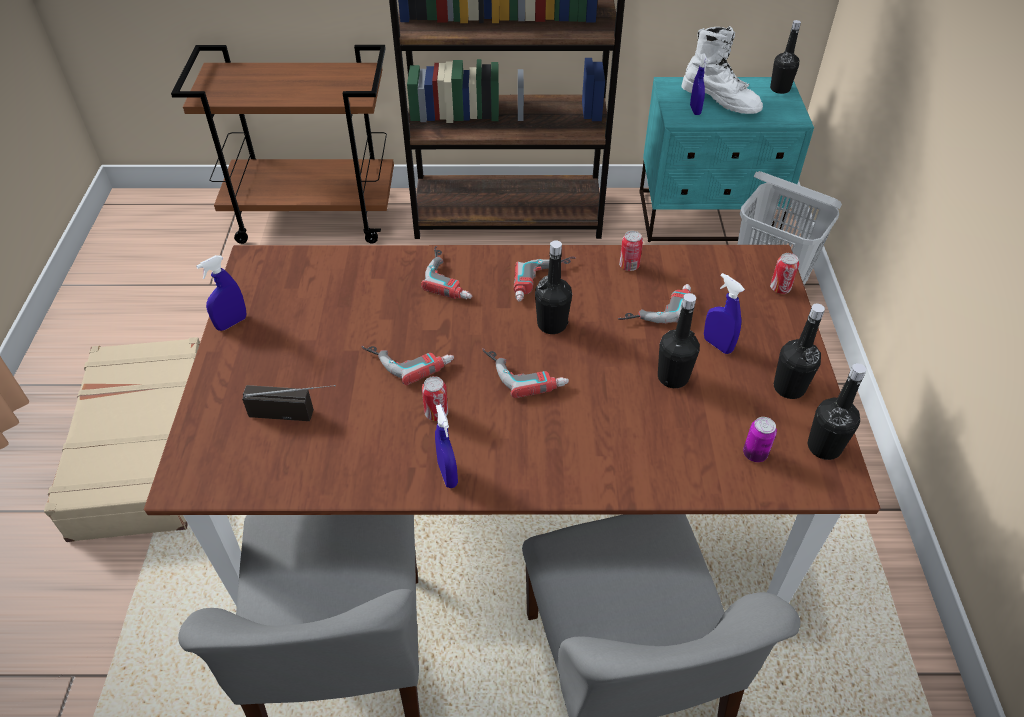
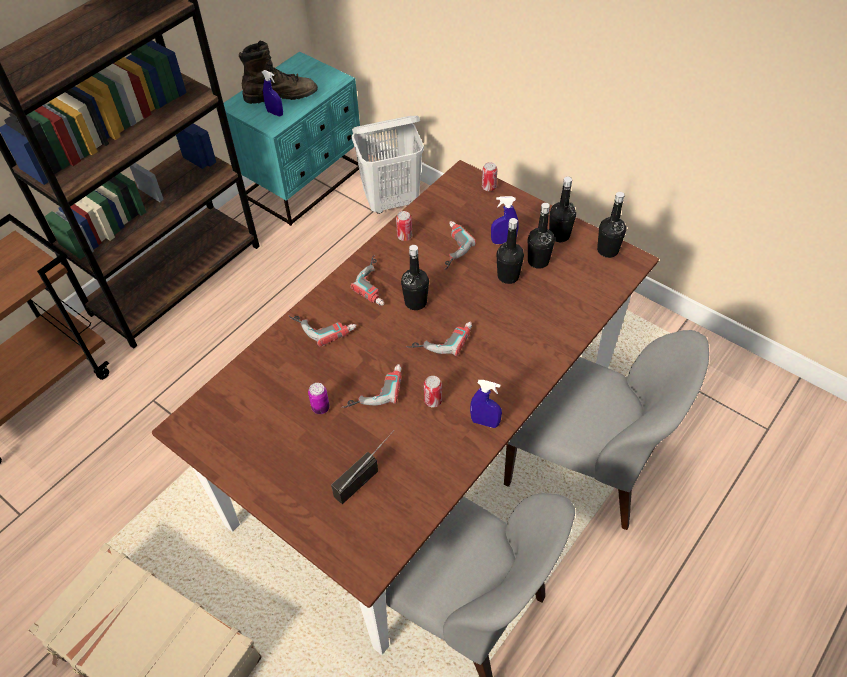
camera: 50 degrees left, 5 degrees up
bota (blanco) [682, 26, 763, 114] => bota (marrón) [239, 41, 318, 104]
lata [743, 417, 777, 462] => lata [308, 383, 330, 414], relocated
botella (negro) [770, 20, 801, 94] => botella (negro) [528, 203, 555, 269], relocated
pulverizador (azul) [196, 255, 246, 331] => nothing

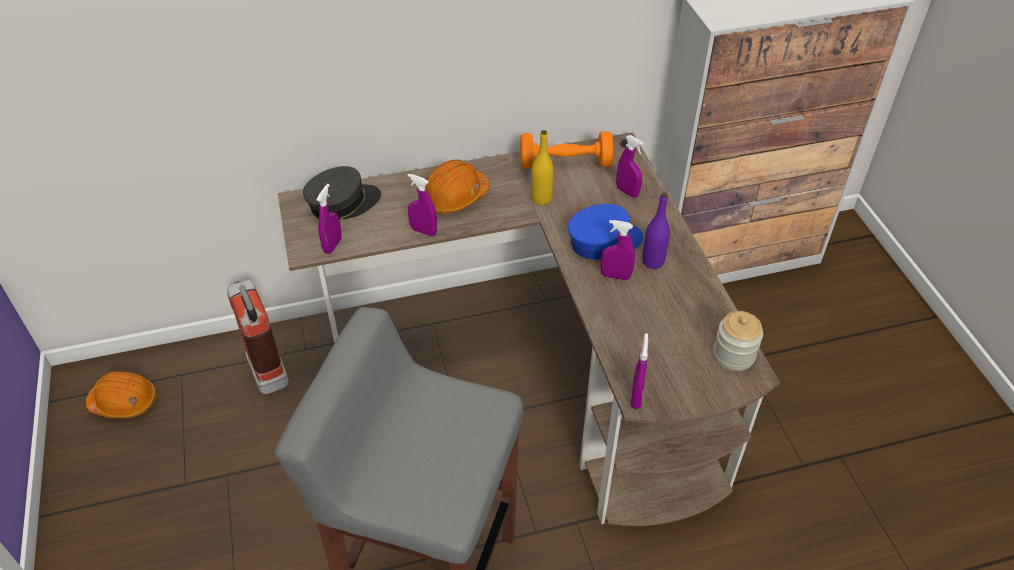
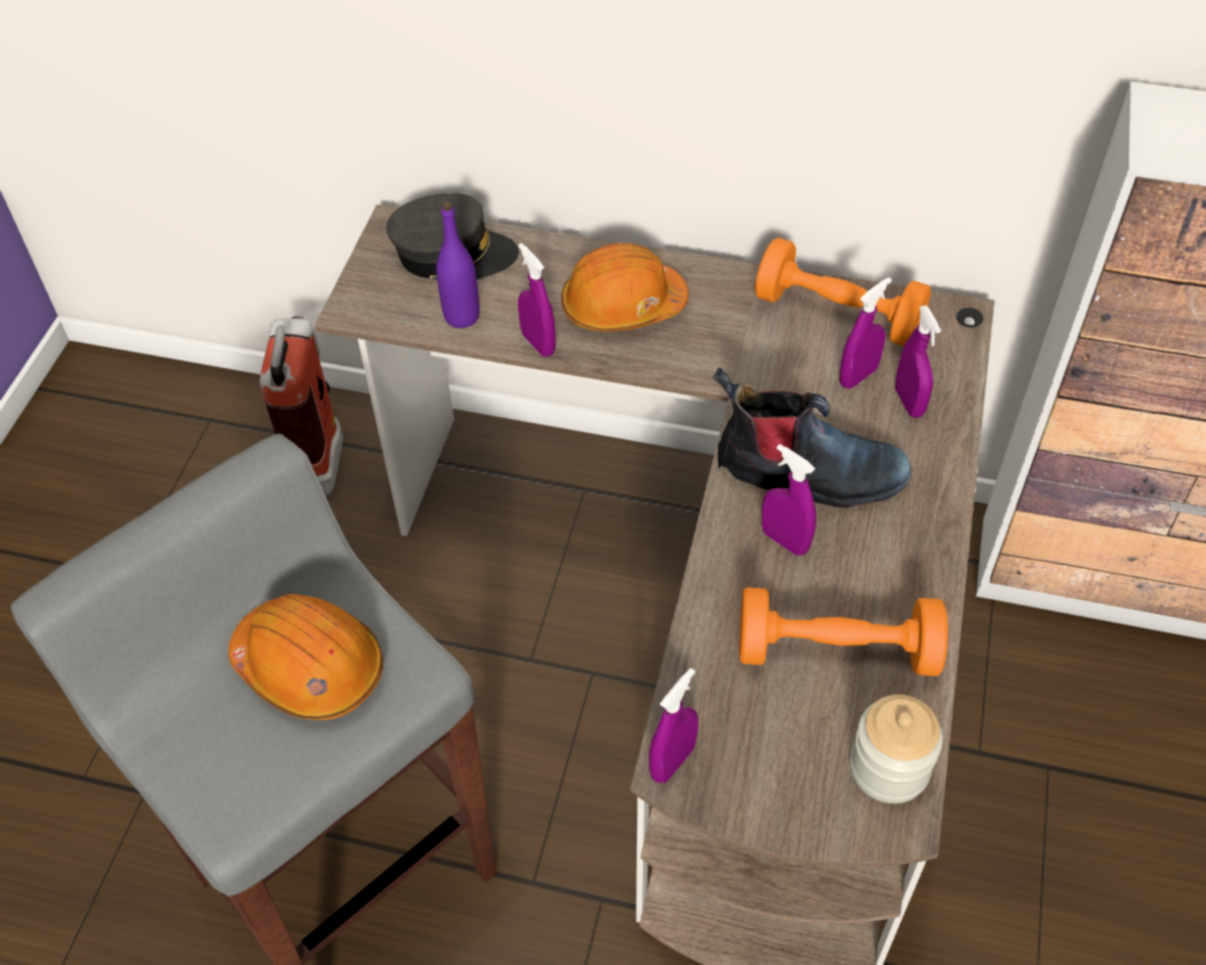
camera: 30 degrees right, 5 degrees up
casco (naranja) [86, 372, 156, 419] => casco (naranja) [229, 594, 383, 720], relocated
botella (morado) [642, 192, 670, 269] => botella (morado) [436, 202, 480, 328], relocated
gorra (azul) [568, 204, 644, 260] => bota [713, 367, 912, 508]
nothing => mancuerna (naranja) [739, 587, 948, 676]
pulverizador (morado) [316, 184, 342, 254] => pulverizador (morado) [839, 277, 891, 389], relocated
botella (amarillo) [531, 130, 554, 205] => nothing

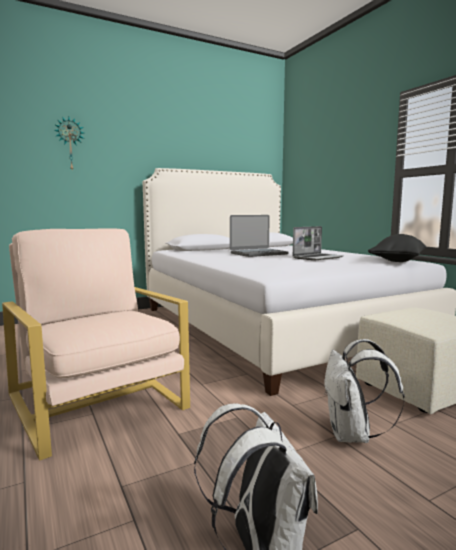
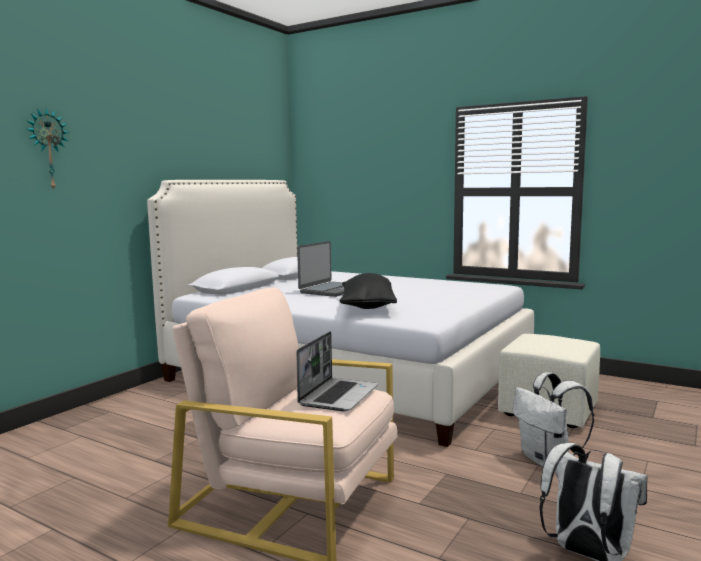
camera: 30 degrees left, 0 degrees up
portátil [293, 226, 343, 261] => portátil [296, 331, 378, 411], relocated
cojín (negro) [368, 234, 426, 262] => cojín (negro) [340, 273, 397, 309], relocated

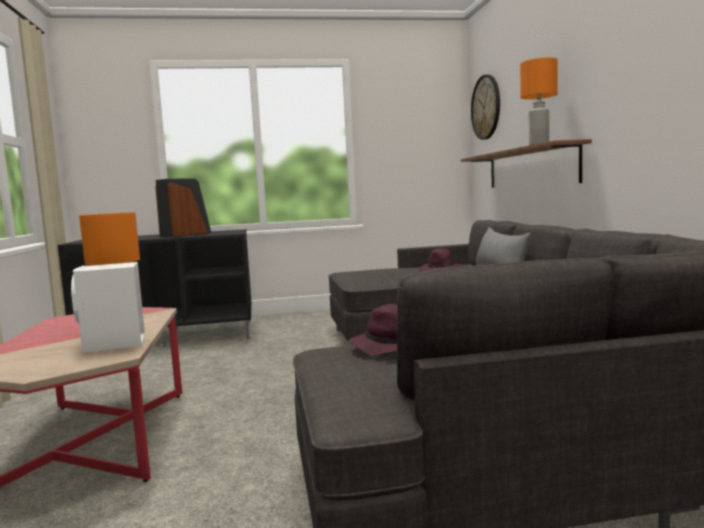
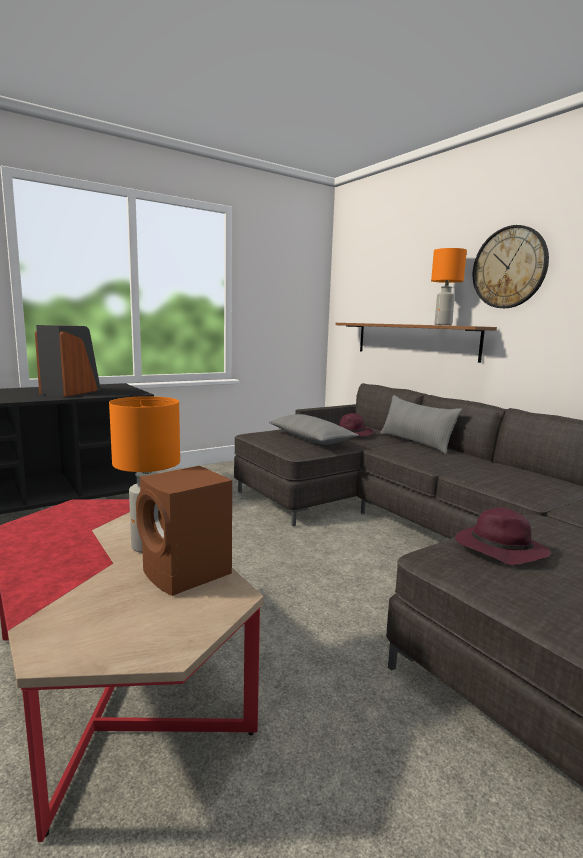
camera: 25 degrees left, 5 degrees up
altavoz (blanco) [71, 262, 145, 353] => altavoz (marrón) [136, 466, 232, 596]
nothing => cojín (gris) [269, 414, 359, 445]
reloj de pared [471, 75, 500, 140] => reloj de pared [473, 225, 549, 308], relocated

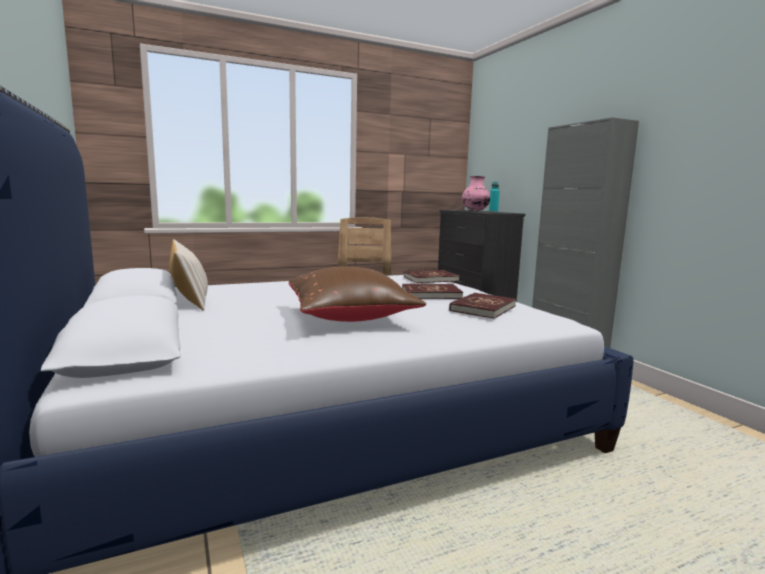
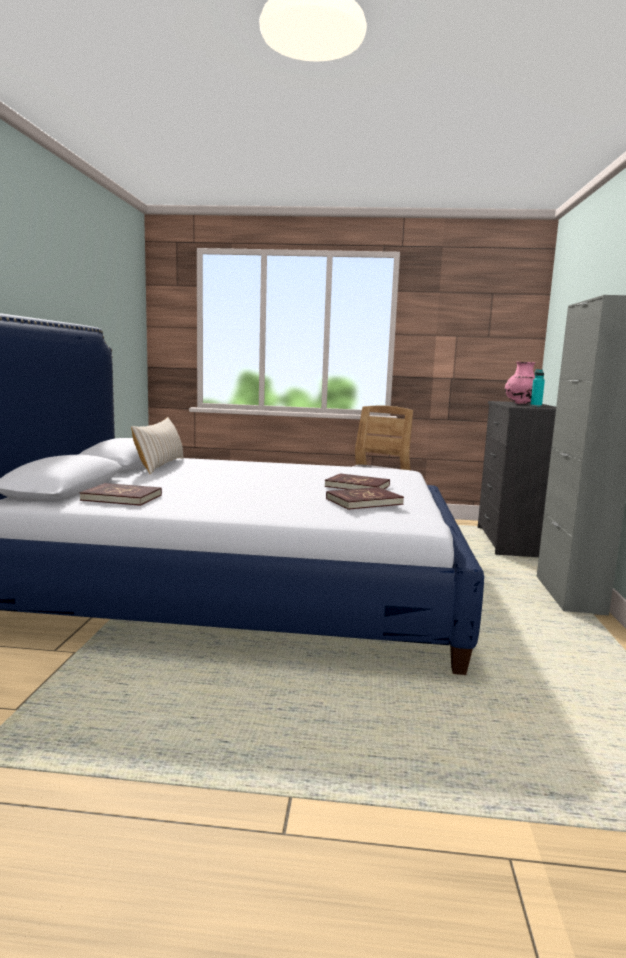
camera: 30 degrees right, 0 degrees up
libro (rojo) [404, 270, 460, 283] => libro (rojo) [79, 483, 162, 506], relocated
cojín (marrón) [289, 266, 426, 322] => nothing

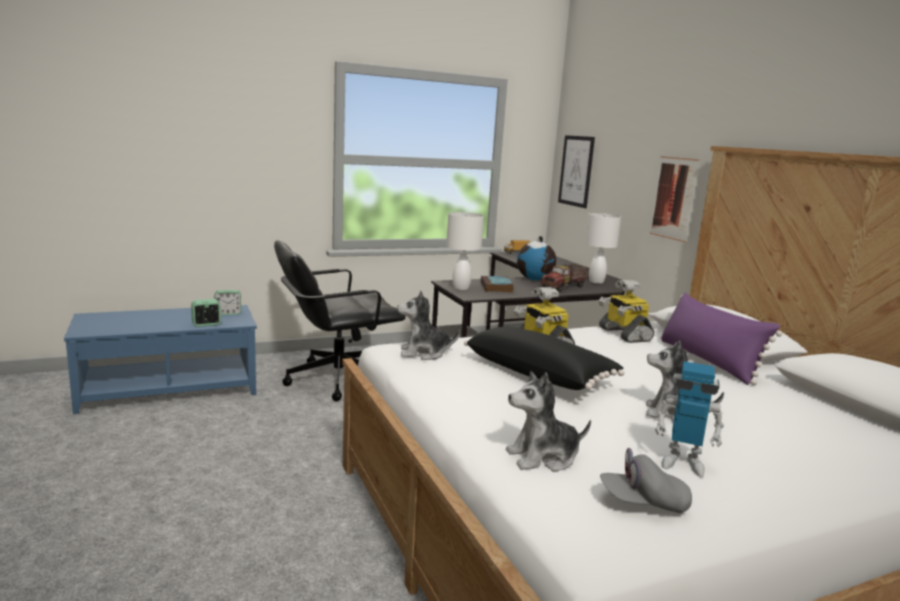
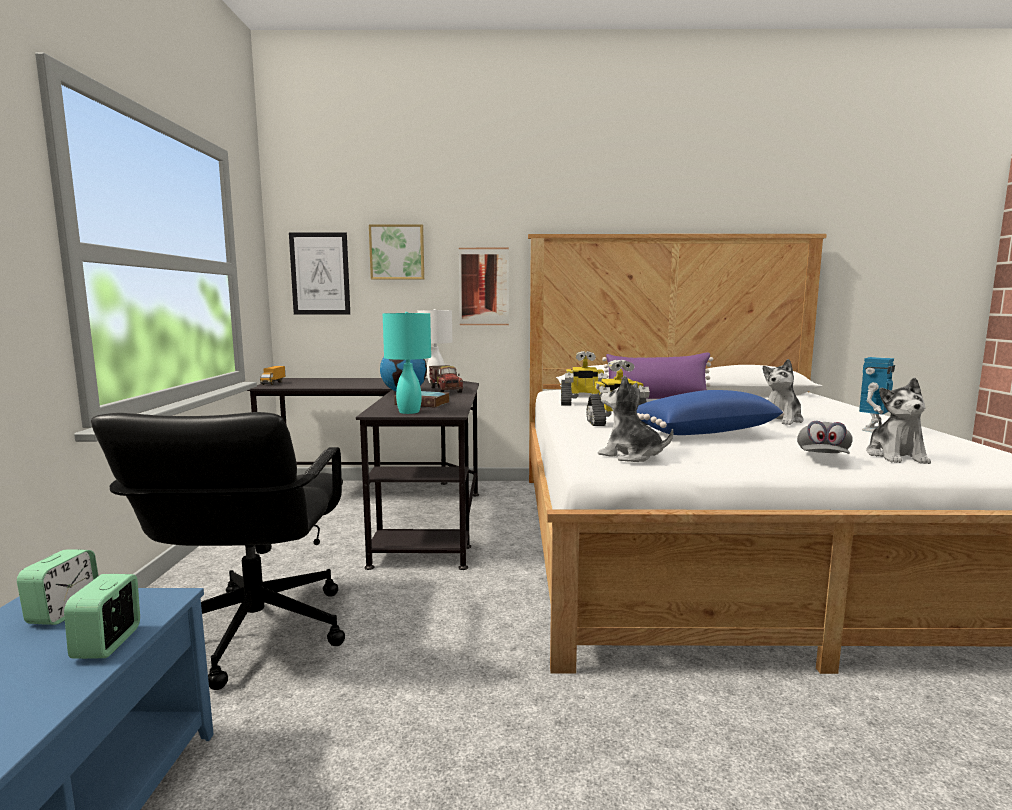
camera: 65 degrees left, 5 degrees down
nothing => cuadro [369, 224, 424, 279]
lámpara de mesa (blanco) [446, 212, 484, 290] => lámpara de mesa (turquesa) [383, 312, 431, 414]
peluche [397, 291, 460, 360] => peluche [598, 375, 673, 462], 105 degrees clockwise
cojín (negro) [464, 327, 624, 390] => cojín (azul) [637, 390, 785, 435]
gorra (gris) [600, 448, 692, 513] => gorra (gris) [797, 421, 853, 454], relocated

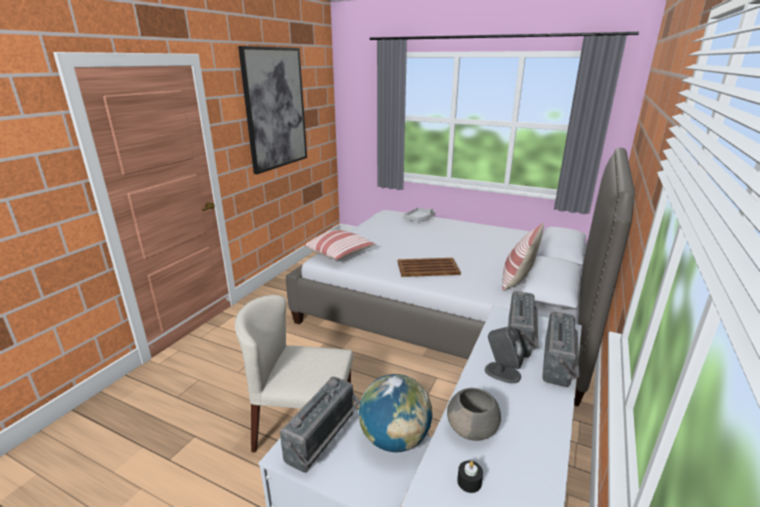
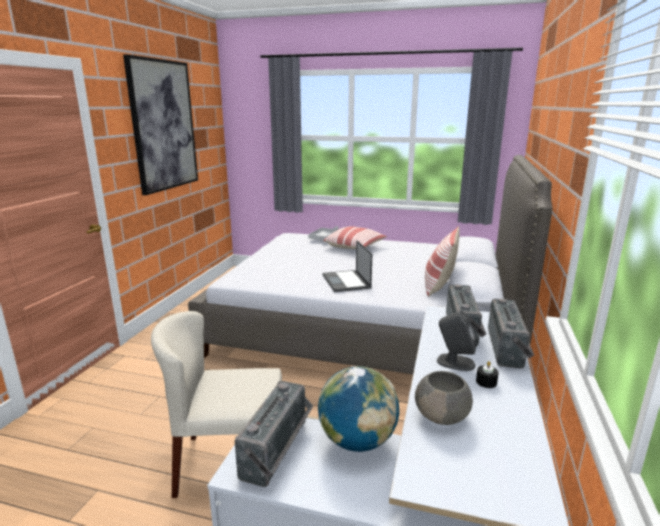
camera: 10 degrees left, 5 degrees down
cojín [304, 230, 375, 260] => cojín [323, 226, 387, 249], relocated
bandeja (marrón) [398, 258, 461, 277] => portátil [323, 240, 372, 292]
vela (negro) [457, 461, 483, 493] => vela (negro) [476, 361, 499, 388], relocated

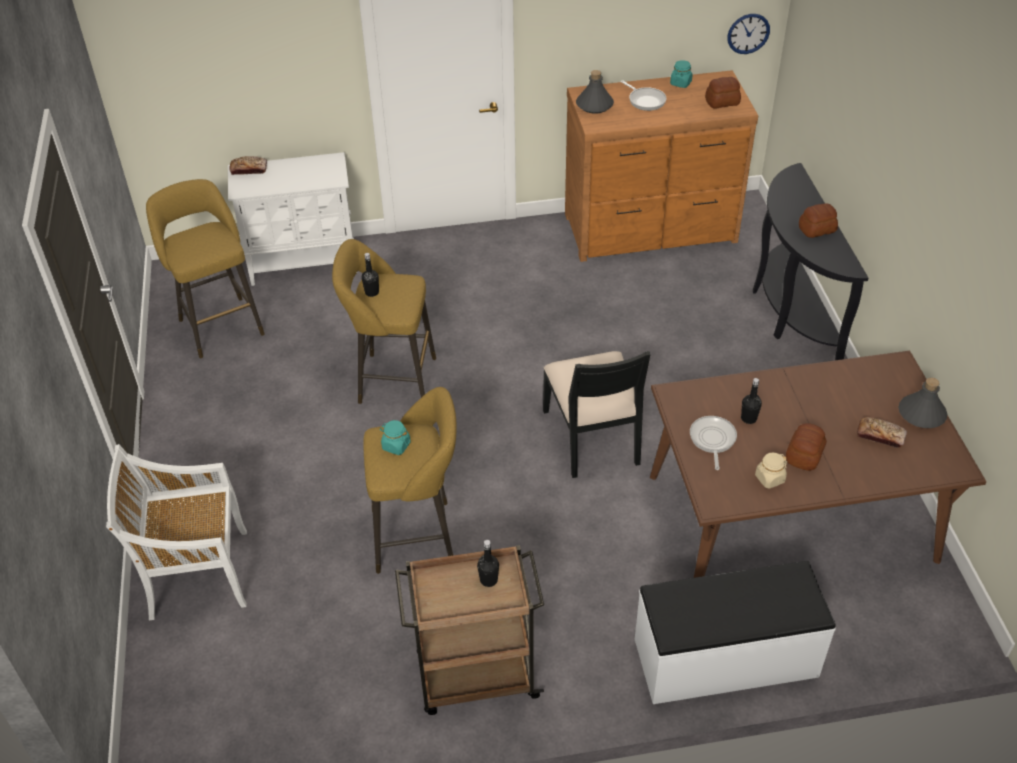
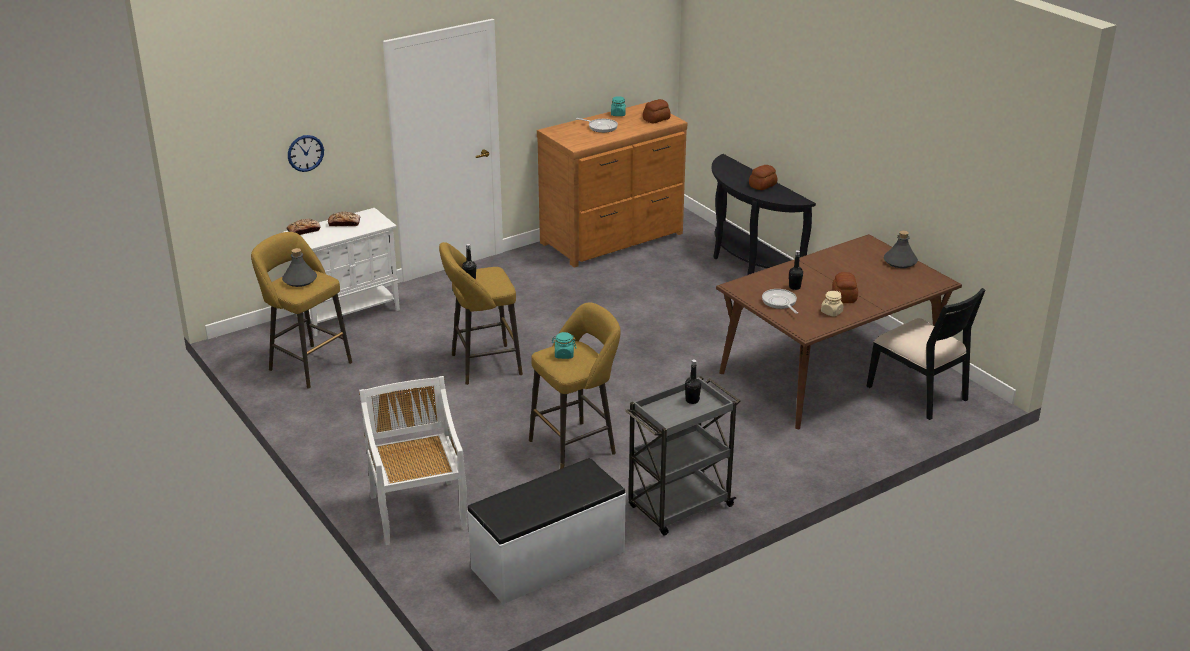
camera: 25 degrees left, 15 degrees down
botella (gris) [576, 70, 614, 114] => botella (gris) [282, 248, 317, 287], relocated
reloj de pared [727, 14, 770, 54] => reloj de pared [288, 135, 324, 172], relocated
pan [857, 417, 907, 448] => pan [328, 212, 360, 226], relocated
silla (blanco) [106, 444, 247, 620] => silla (blanco) [359, 376, 467, 545], 105 degrees clockwise
banco (blanco) [635, 561, 836, 704] => banco (blanco) [467, 458, 626, 604], relocated
carrito (marrón) [395, 545, 544, 715] => carrito (gris) [625, 376, 741, 536]
silla (negro) [543, 351, 650, 478] => silla (negro) [866, 288, 985, 420], relocated

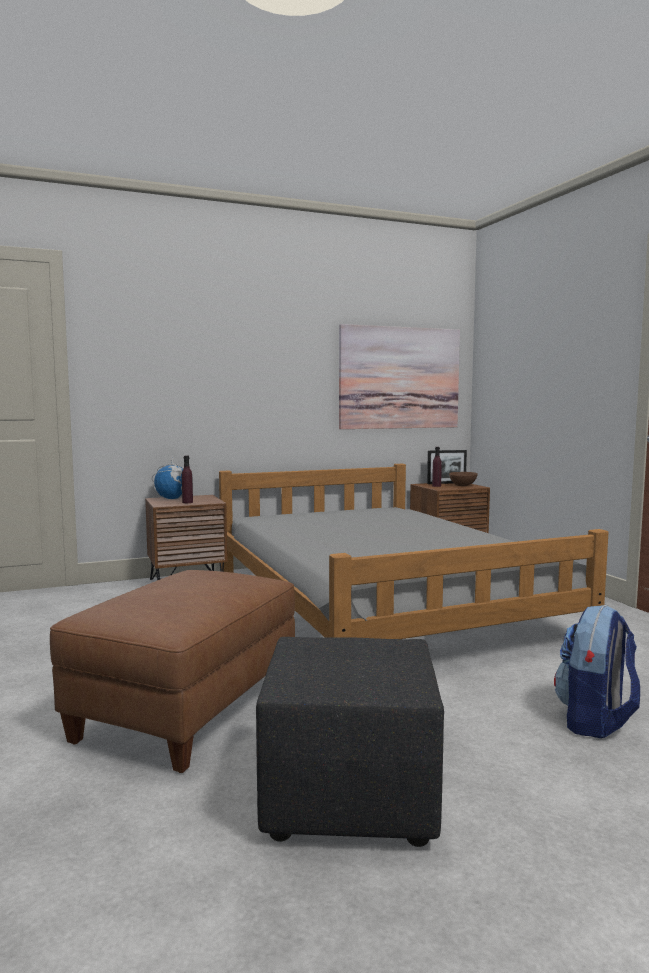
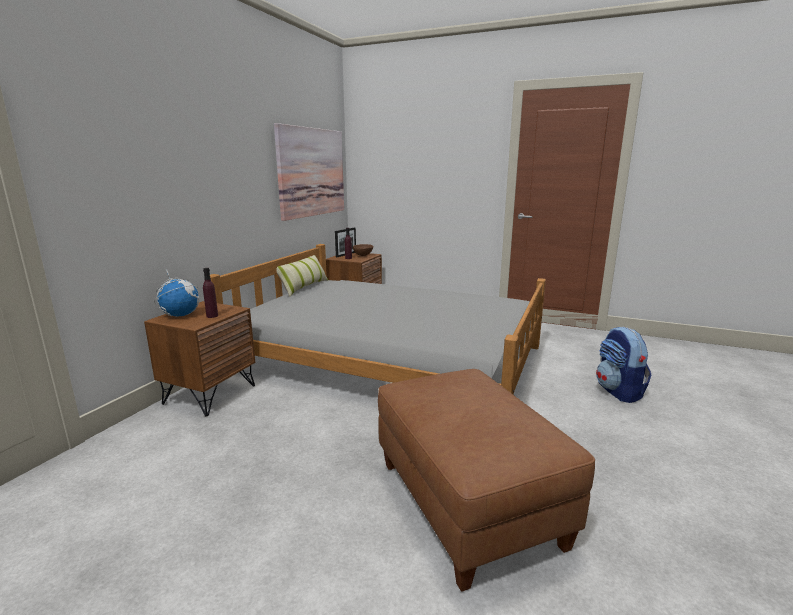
camera: 45 degrees left, 10 degrees up
nothing => cojín [276, 255, 328, 297]
puf (negro) [256, 637, 444, 847] => nothing

